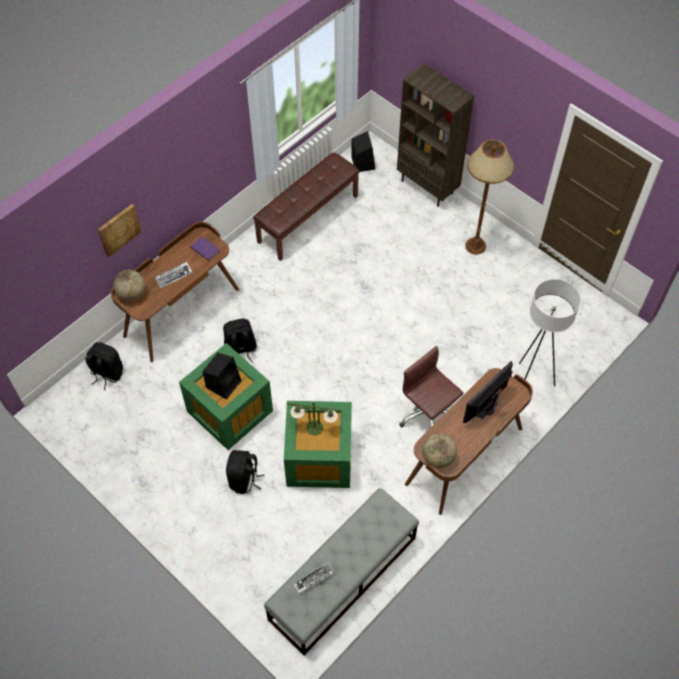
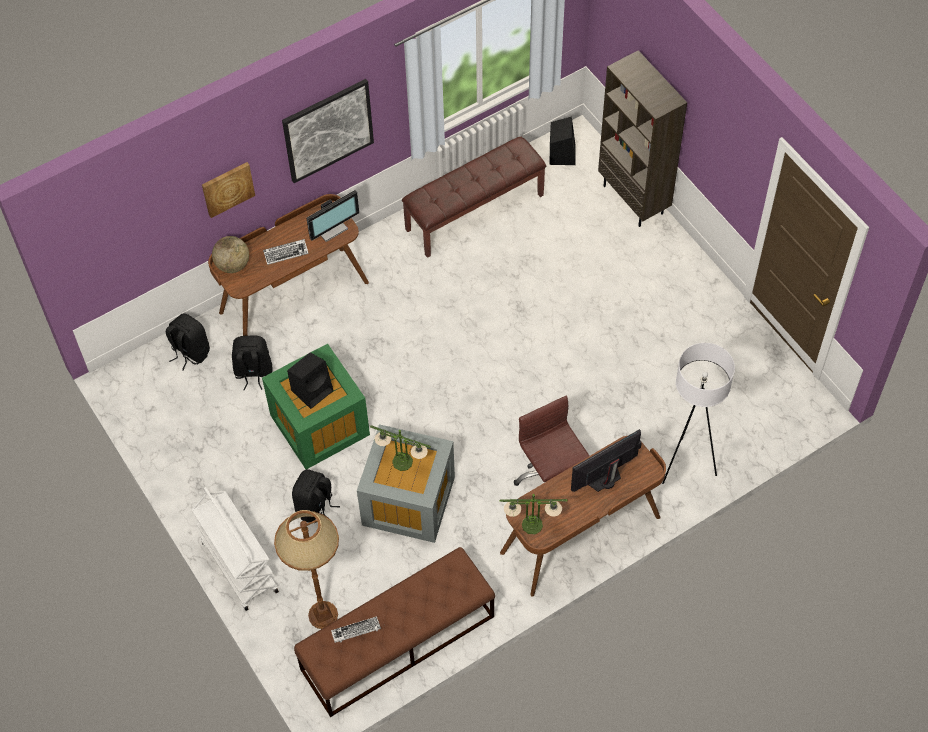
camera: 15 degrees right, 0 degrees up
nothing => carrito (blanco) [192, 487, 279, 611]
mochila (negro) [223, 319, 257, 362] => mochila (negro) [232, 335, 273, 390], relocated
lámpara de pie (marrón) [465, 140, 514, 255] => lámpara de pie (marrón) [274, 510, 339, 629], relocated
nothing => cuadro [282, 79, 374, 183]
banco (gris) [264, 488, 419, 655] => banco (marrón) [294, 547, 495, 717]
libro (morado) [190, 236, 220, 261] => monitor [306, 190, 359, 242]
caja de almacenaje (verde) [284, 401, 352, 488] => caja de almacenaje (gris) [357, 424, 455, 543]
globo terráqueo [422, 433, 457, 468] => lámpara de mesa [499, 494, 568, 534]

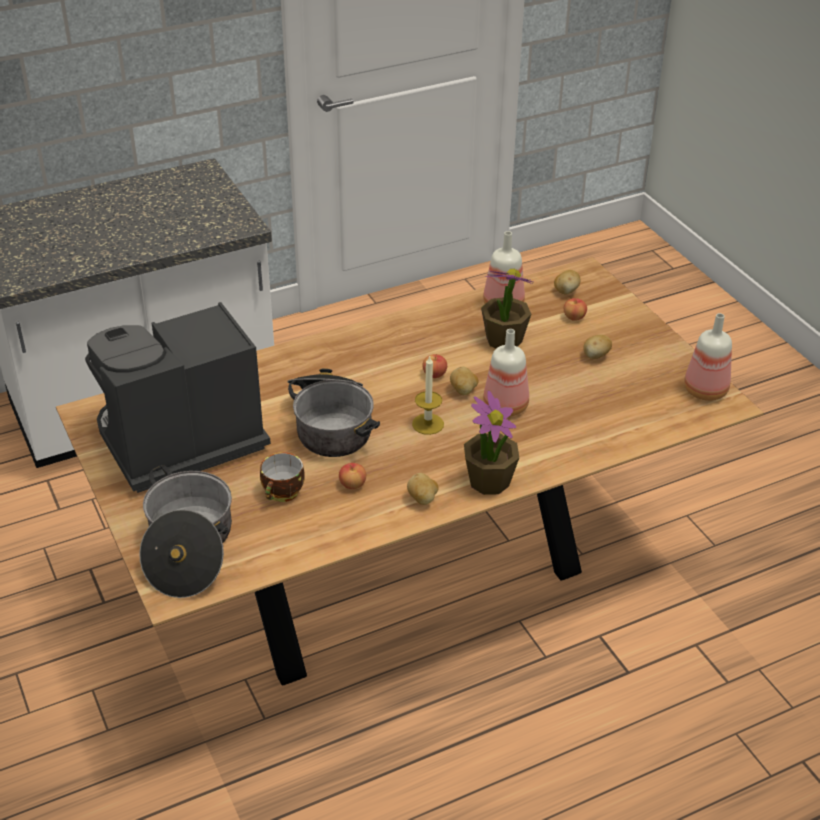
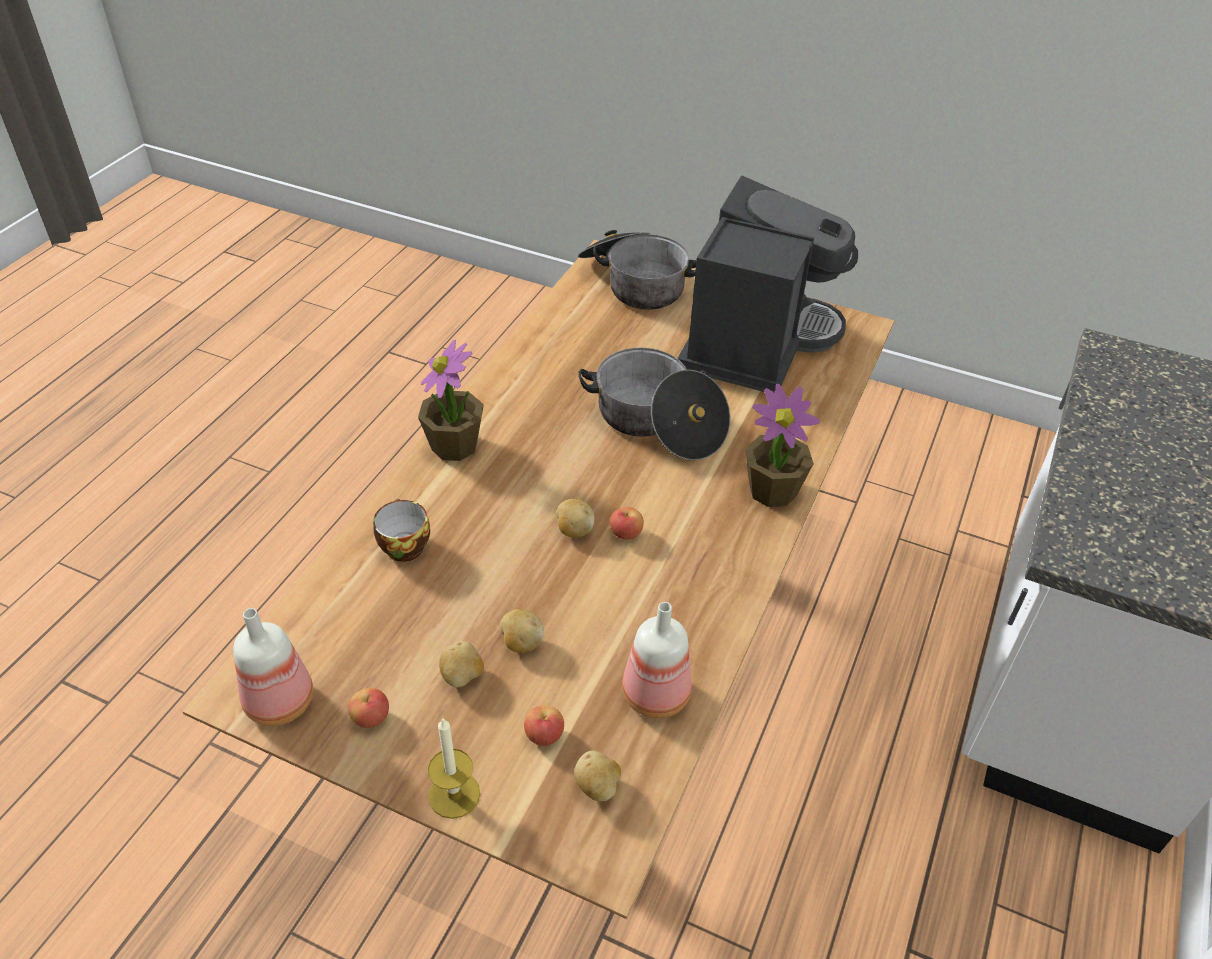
camera: 140 degrees right, 5 degrees up
manzana [339, 463, 366, 489] => manzana [348, 688, 389, 728], relocated
taza [260, 452, 305, 502] => taza [373, 499, 430, 562], relocated
vela [412, 355, 444, 435] => vela [428, 718, 480, 819], relocated
patata [407, 473, 439, 505] => patata [500, 609, 544, 653], relocated
planta en maceta [481, 269, 533, 348] => planta en maceta [745, 384, 820, 507], relocated
botella [483, 329, 529, 417] => nothing

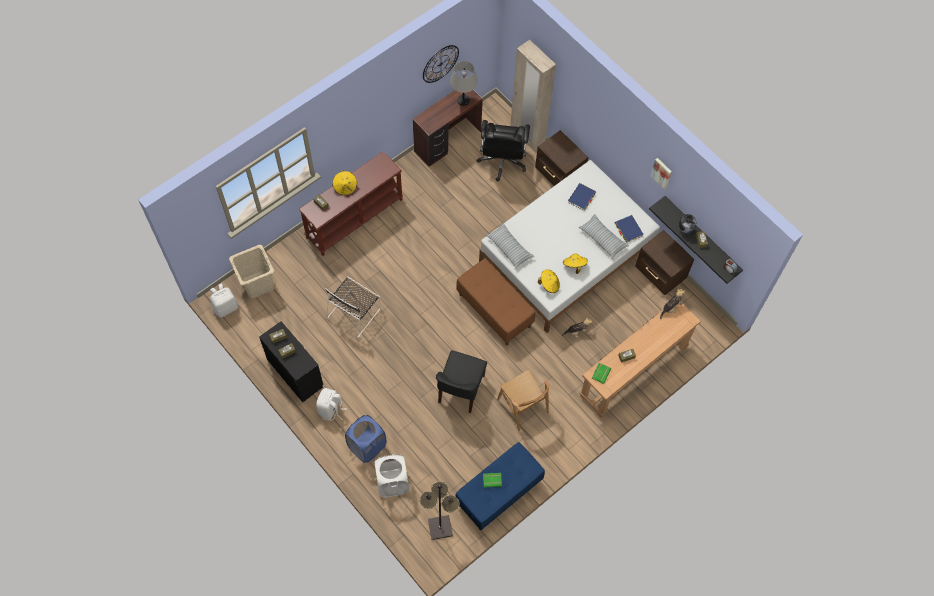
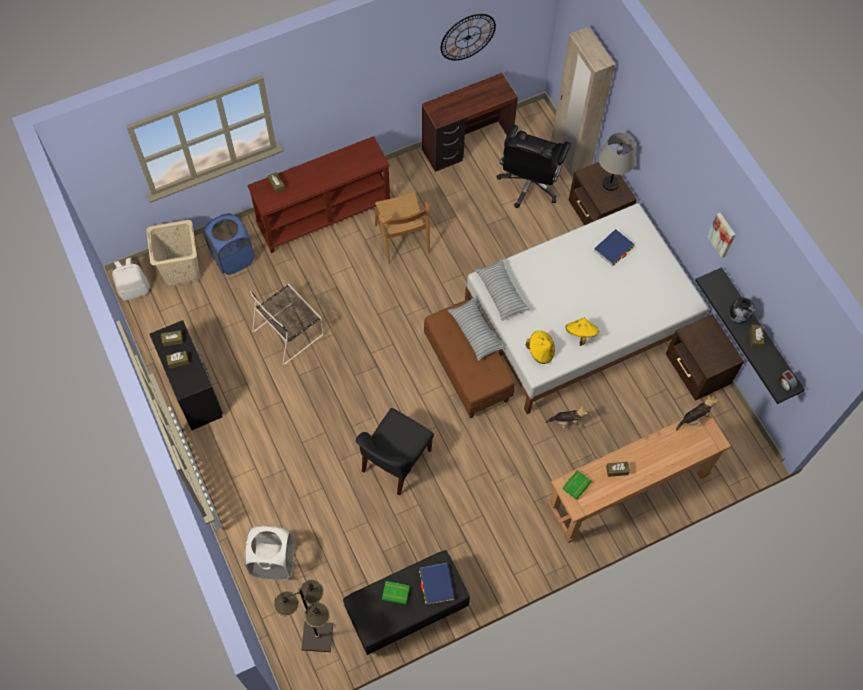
camera: 15 degrees right, 0 degrees up
cesto de la ropa (azul) [345, 415, 387, 463] => cesto de la ropa (azul) [203, 213, 254, 275], relocated
banco (azul) [455, 442, 545, 530] => banco (negro) [343, 550, 470, 655]
silla (marrón) [497, 370, 550, 431] => silla (marrón) [375, 192, 430, 264], relocated
libro (azul) [615, 215, 644, 243] => libro (azul) [419, 563, 455, 605], relocated
cojín [579, 214, 629, 259] => cojín [448, 297, 505, 361], relocated
lámpara de mesa (gris) [450, 61, 478, 106] => lámpara de mesa (gris) [599, 133, 636, 191], relocated
mochila (blanco) [316, 388, 347, 421] => nothing
sombrero (amarillo) [332, 170, 357, 196] => nothing

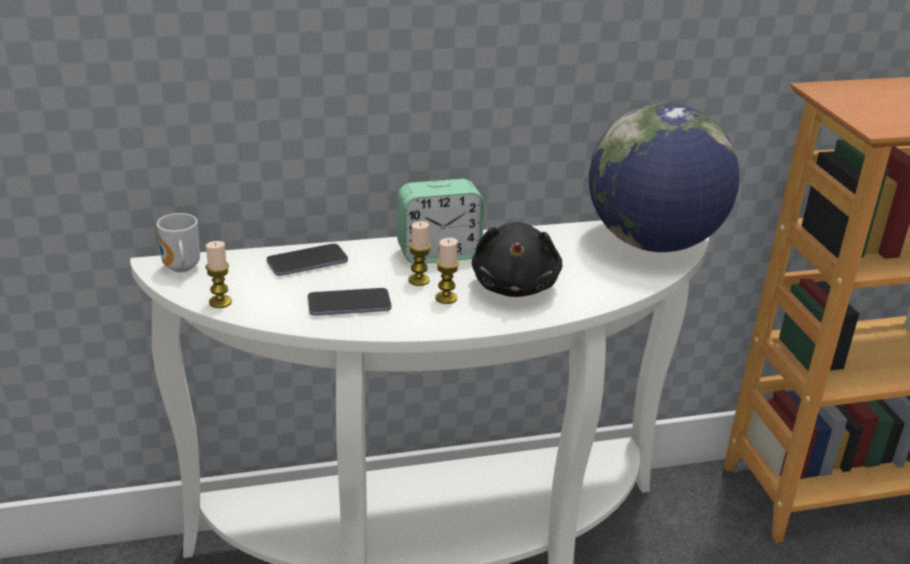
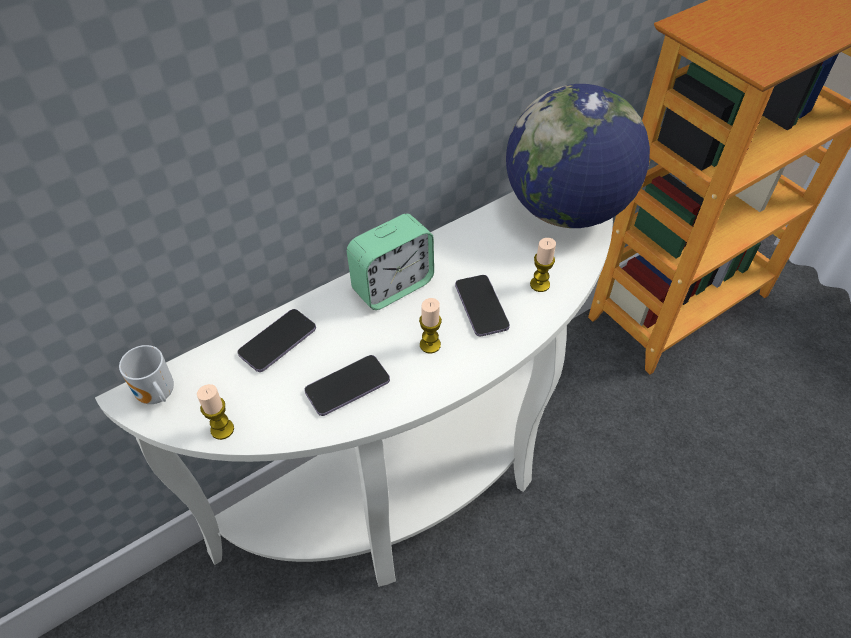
camera: 20 degrees left, 20 degrees up
peluche (negro) [472, 222, 562, 297] => móvil [455, 275, 510, 336]
vela [408, 221, 431, 286] => vela [530, 238, 556, 292], relocated

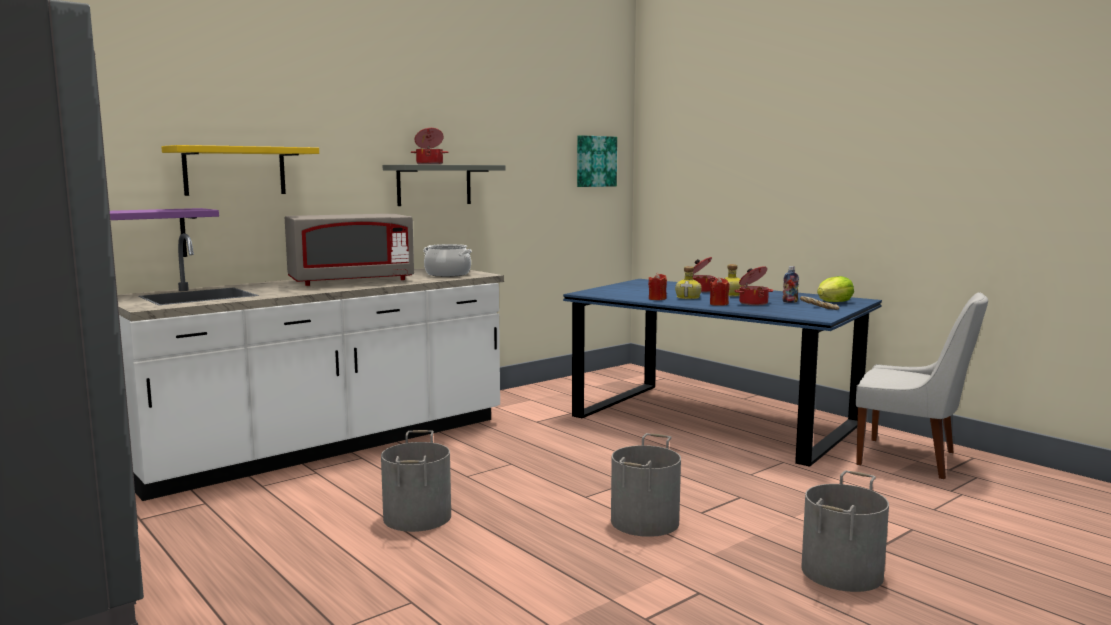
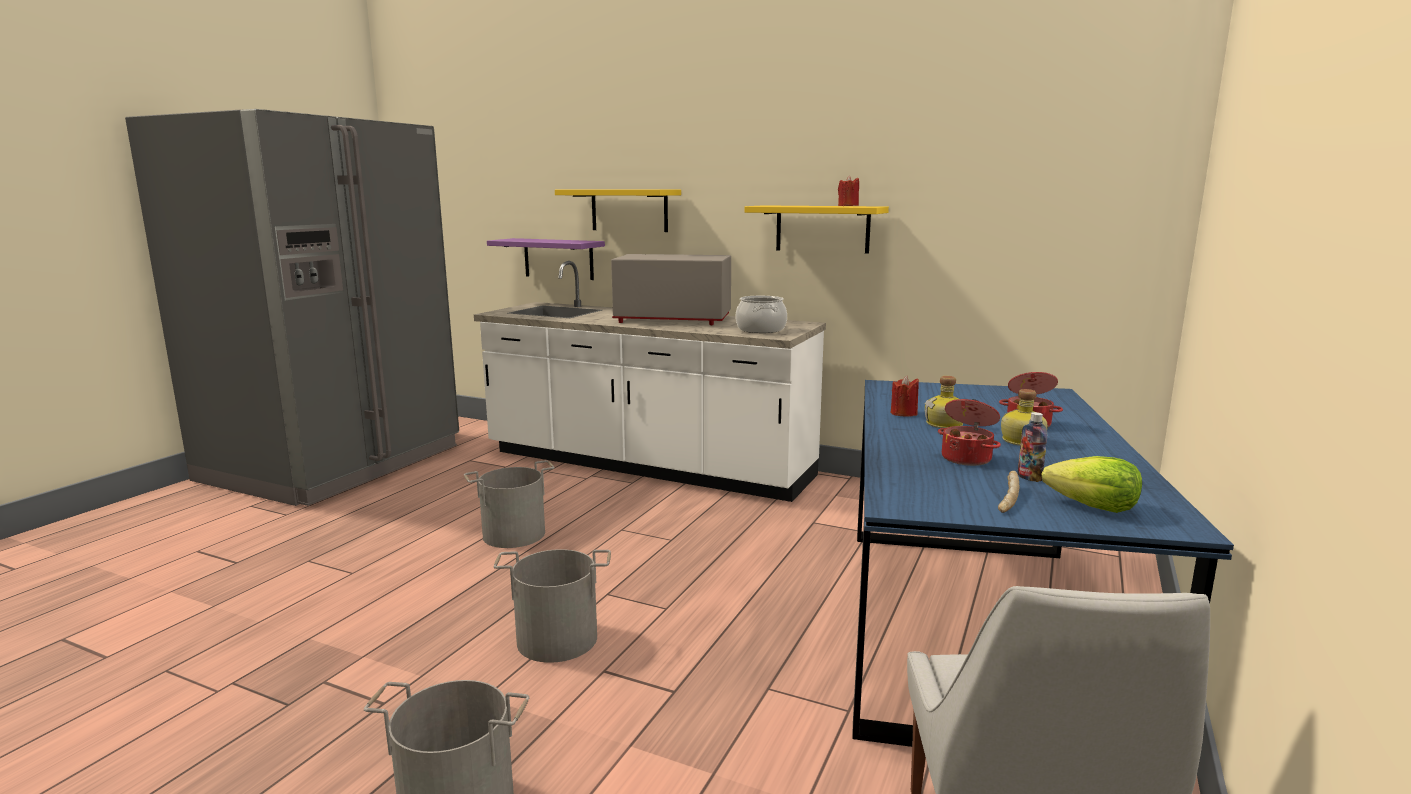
camera: 65 degrees right, 5 degrees up
microondas (gris) [285, 214, 414, 286] => microondas (gris) [611, 254, 731, 325], 150 degrees clockwise
estante (gris) [383, 165, 505, 206] => estante (amarillo) [744, 205, 889, 254]
vela (rojo) [710, 277, 730, 306] => vela (rojo) [838, 176, 859, 206], relocated
olla [411, 128, 448, 165] => nothing
cuadro [577, 135, 617, 187] => nothing

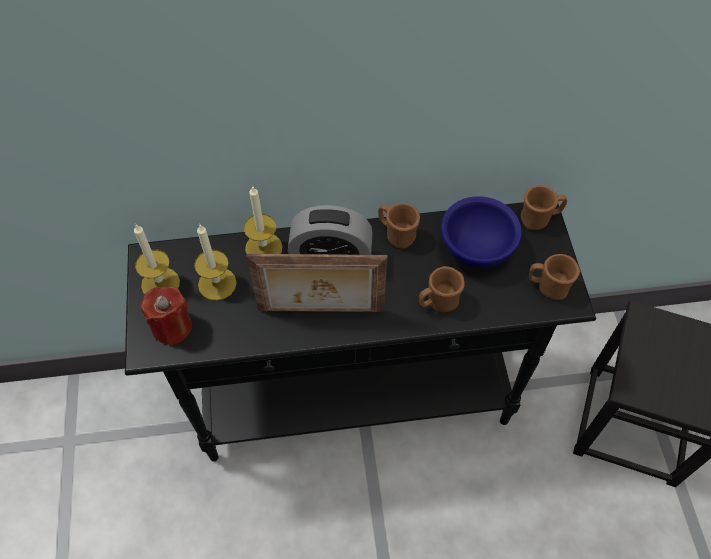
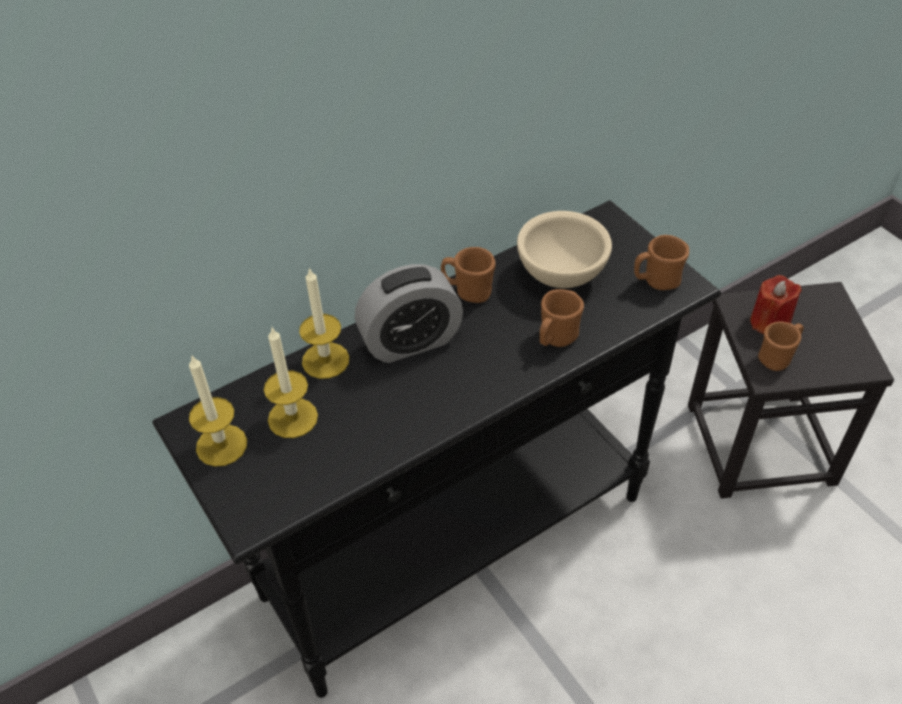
camera: 25 degrees left, 10 degrees down
cuenco (azul) [441, 196, 522, 268] => cuenco (beis) [517, 211, 612, 288]
vela (rojo) [141, 287, 192, 346] => vela (rojo) [750, 275, 802, 334], relocated
taza grande (marrón) [521, 185, 567, 230] => taza grande (marrón) [758, 322, 804, 371], relocated
portarretratos [246, 254, 387, 312] => nothing

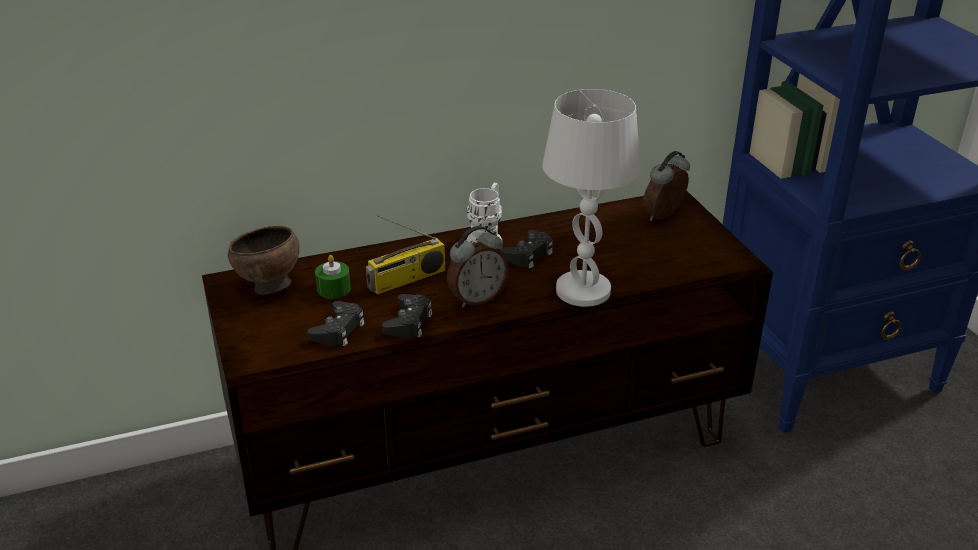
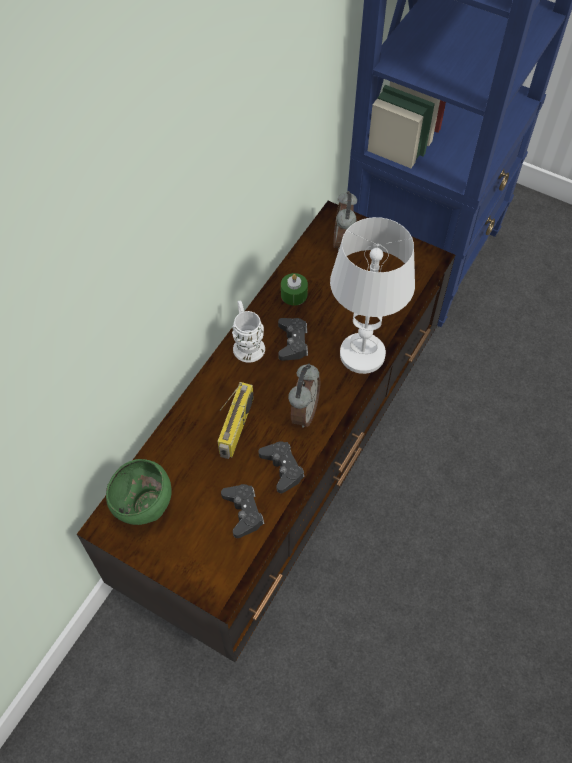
camera: 40 degrees left, 25 degrees up
cuenco (marrón) [228, 226, 299, 294] => cuenco (verde) [106, 459, 172, 525]
vela (verde) [315, 255, 351, 299] => vela (verde) [281, 273, 308, 306], relocated

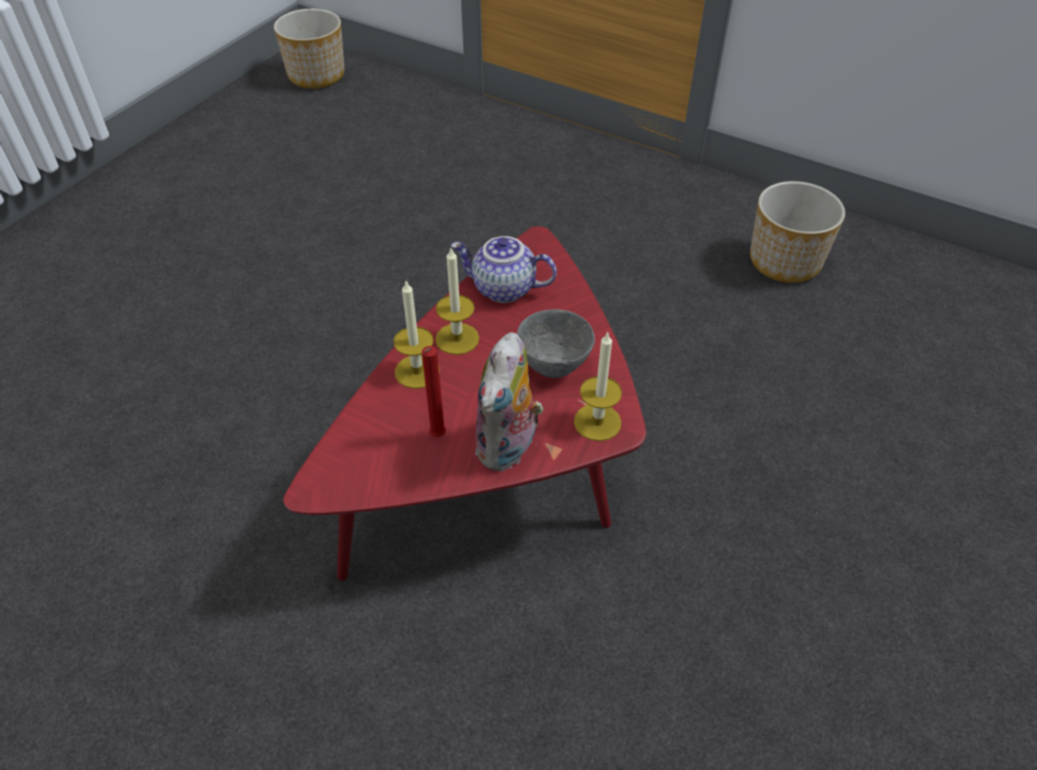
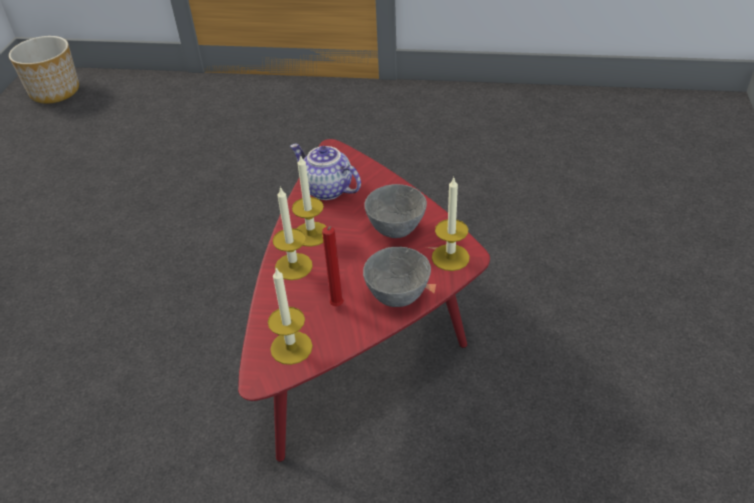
camera: 20 degrees left, 5 degrees down
nothing => vela [268, 268, 313, 365]
tetera [451, 236, 557, 303] => tetera [290, 144, 361, 200], 45 degrees clockwise
peluche [475, 333, 543, 472] => cuenco (gris) [363, 247, 431, 307]
maceta [750, 181, 845, 283] => nothing

